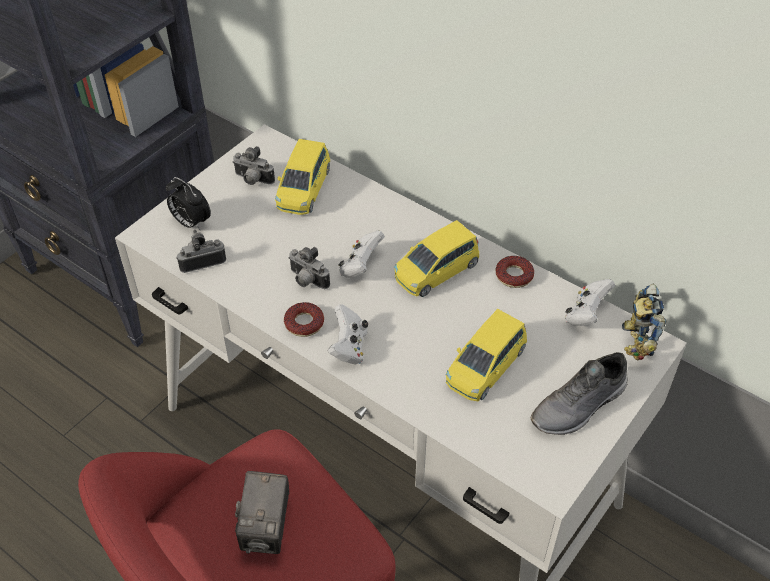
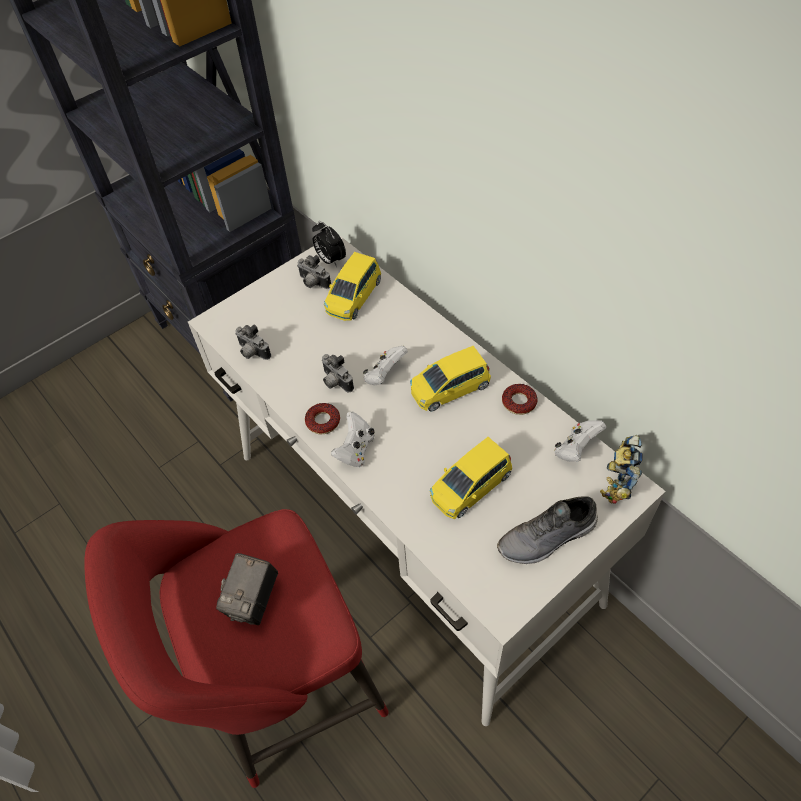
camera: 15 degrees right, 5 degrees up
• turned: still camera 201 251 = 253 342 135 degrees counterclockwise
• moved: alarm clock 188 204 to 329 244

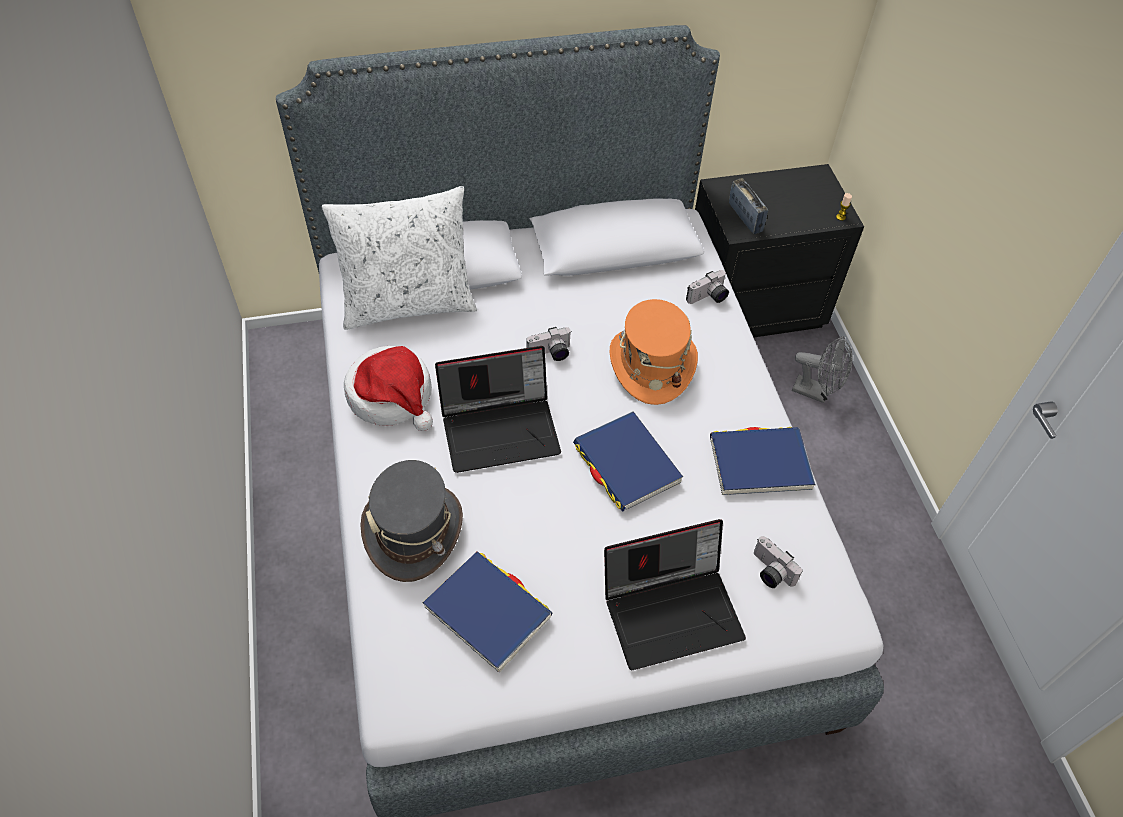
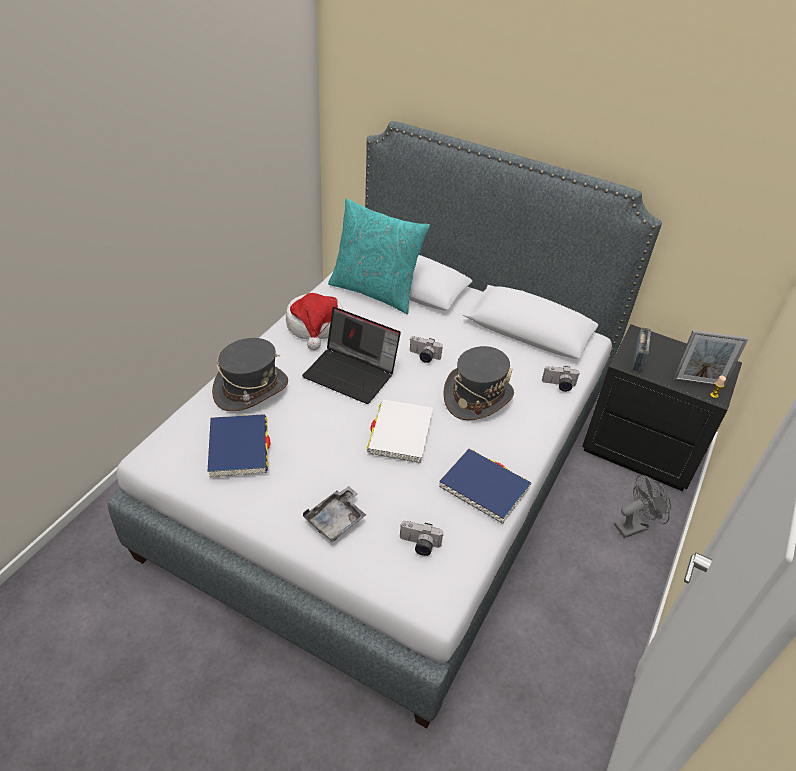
camera: 40 degrees right, 10 degrees down
• replaced: laptop 675 595 to greyish carrying tray 334 514
• recoloured: whitish pillow 399 258 to blue-green pillow 379 256
• recoloured: blue bound book 628 461 to whitish bound book 400 432
• turned: still camera 778 562 = 422 538 75 degrees counterclockwise
• recoloured: orangey wearable hat 654 352 to greyish wearable hat 478 383
• turned: greyish fan 822 369 = 642 506 90 degrees counterclockwise
• added: picture frame 710 358

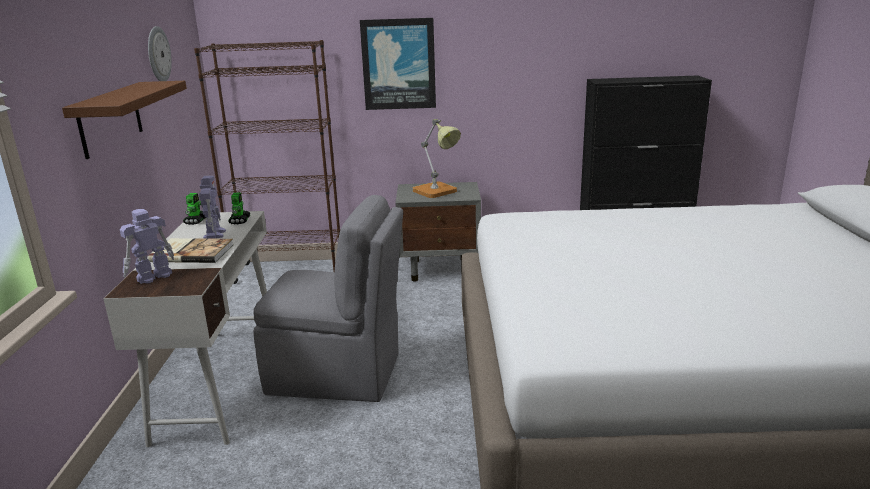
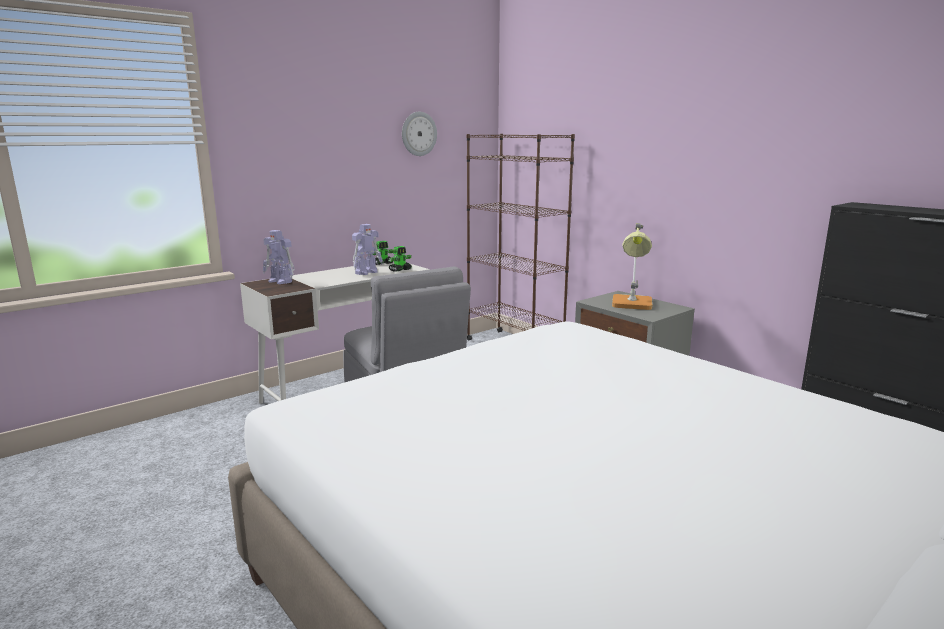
camera: 50 degrees right, 5 degrees down
• turned: model robot 147 246 = 279 257 150 degrees counterclockwise
• removed: brown shelf 124 120
• removed: bound book 190 250
• removed: wall picture 398 64

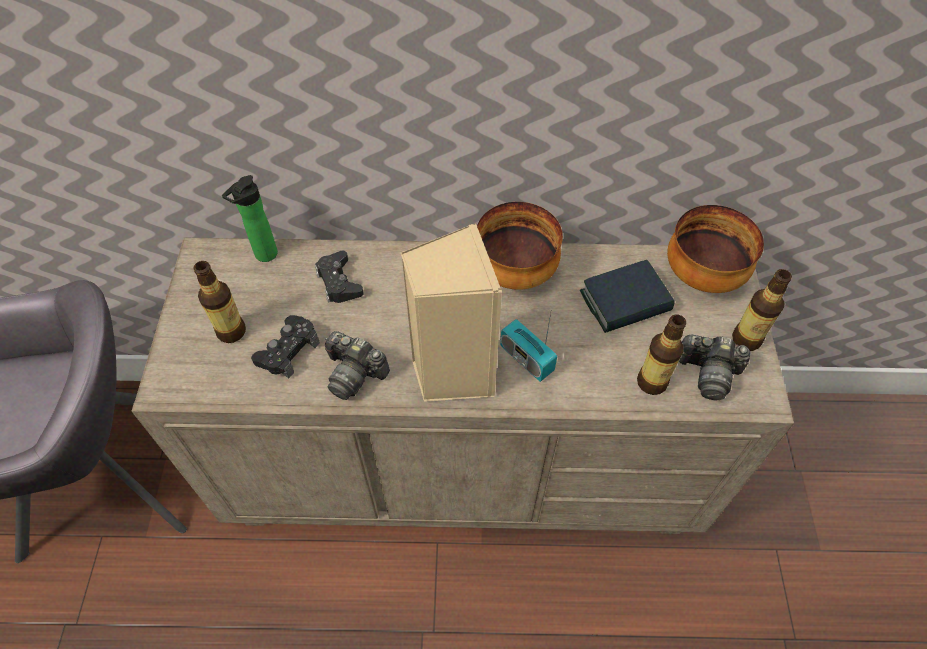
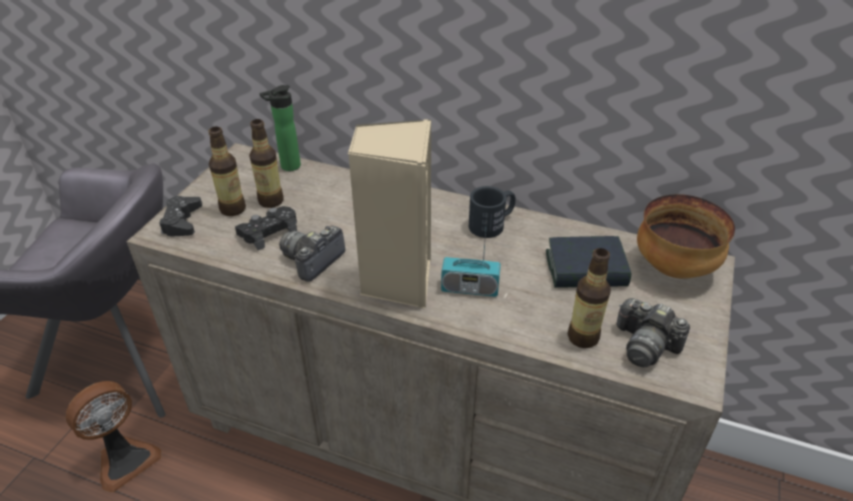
camera: 20 degrees right, 15 degrees down
• added: fan 113 436
• moved: blackish gamepad 339 276 to 180 216
• moved: drink bottle 762 310 to 266 163
• turned: still camera 357 365 = 312 254 75 degrees clockwise
• turned: radio receiver 528 347 = 471 257 60 degrees counterclockwise
• replaced: deep dish 520 246 to blackish coffee mug 492 212

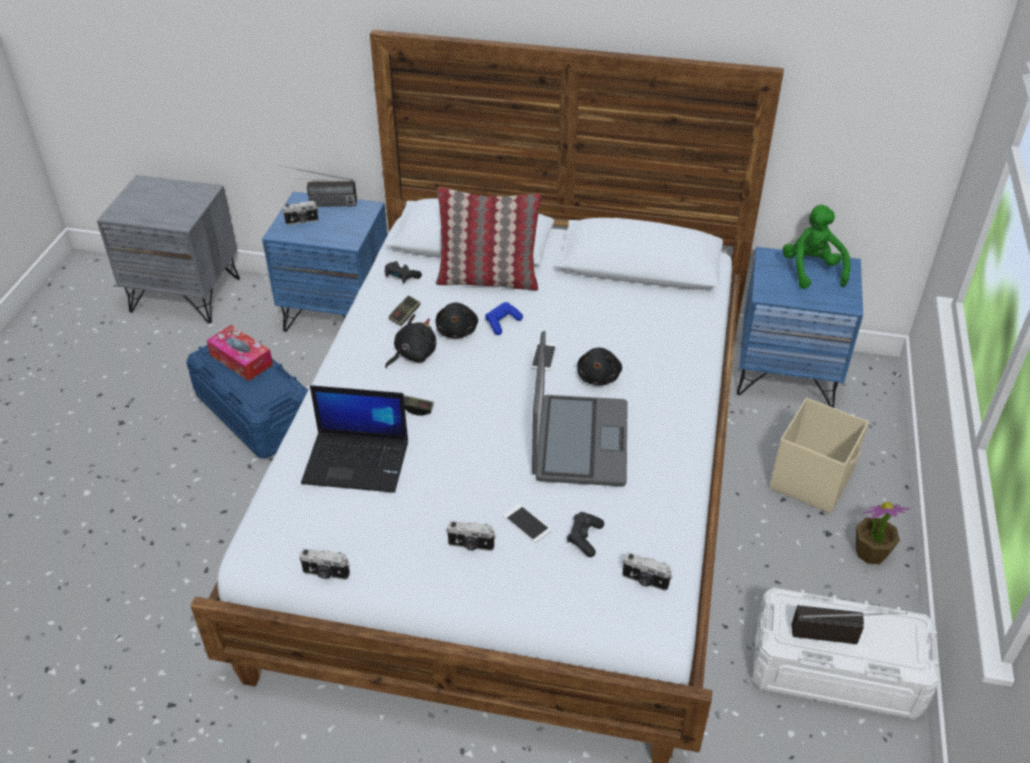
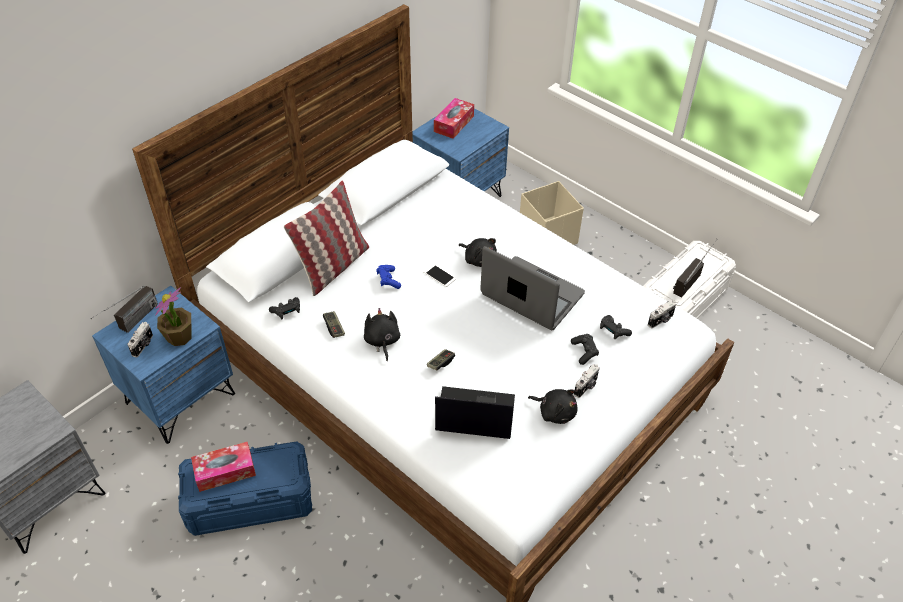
camera: 60 degrees left, 5 degrees up
• moved: plant in a pot 883 533 to 173 316
• replaced: green plush toy 816 247 to tissue holder 454 118
• turned: laptop 354 439 = 475 412 120 degrees counterclockwise
• moved: blackish plush toy 456 320 to 553 406
• replaced: telephone 527 523 to blackish gamepad 585 349
• removed: still camera 324 564

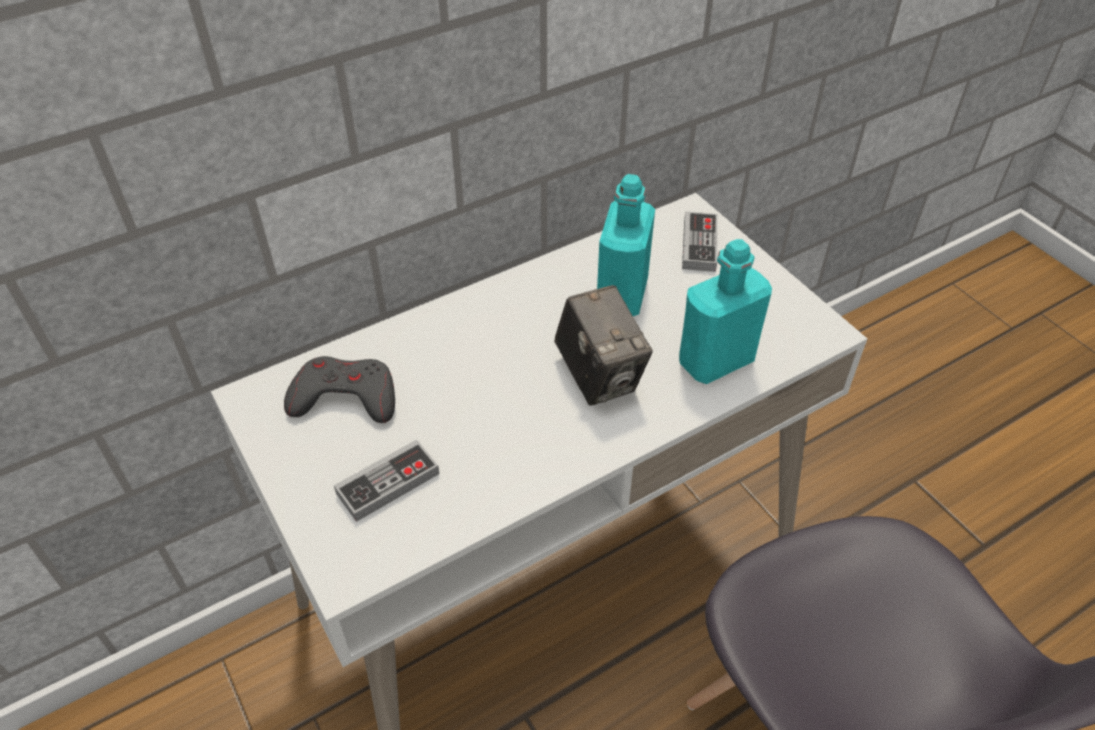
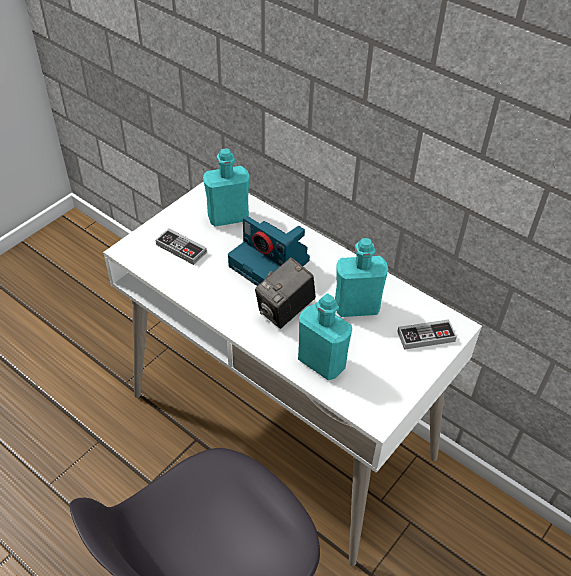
camera: 70 degrees right, 0 degrees up
• replaced: greyish gamepad 339 389 to blue-green drink bottle 226 187
• added: still camera 269 251

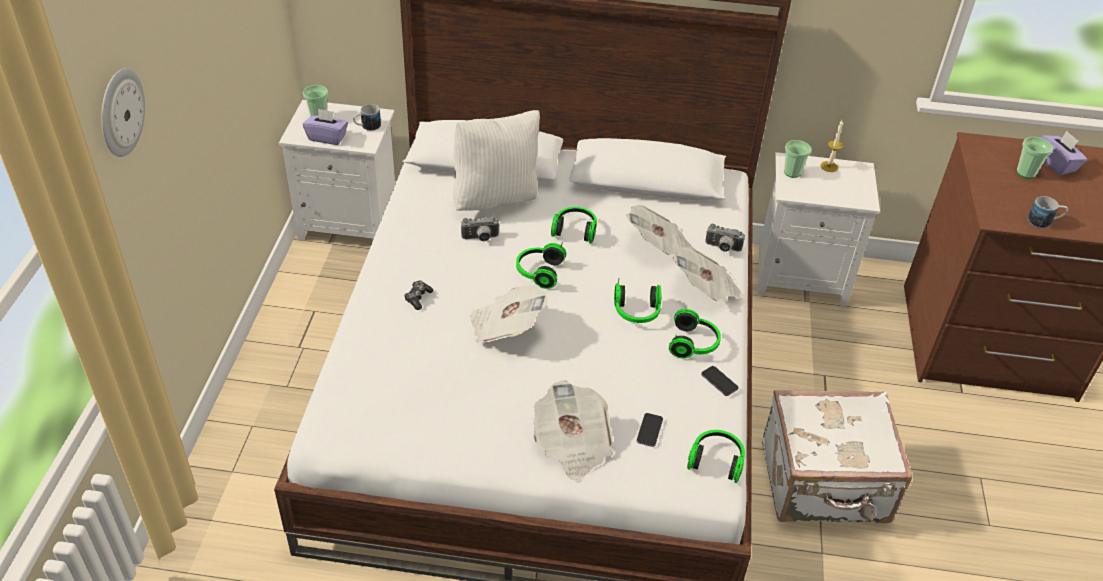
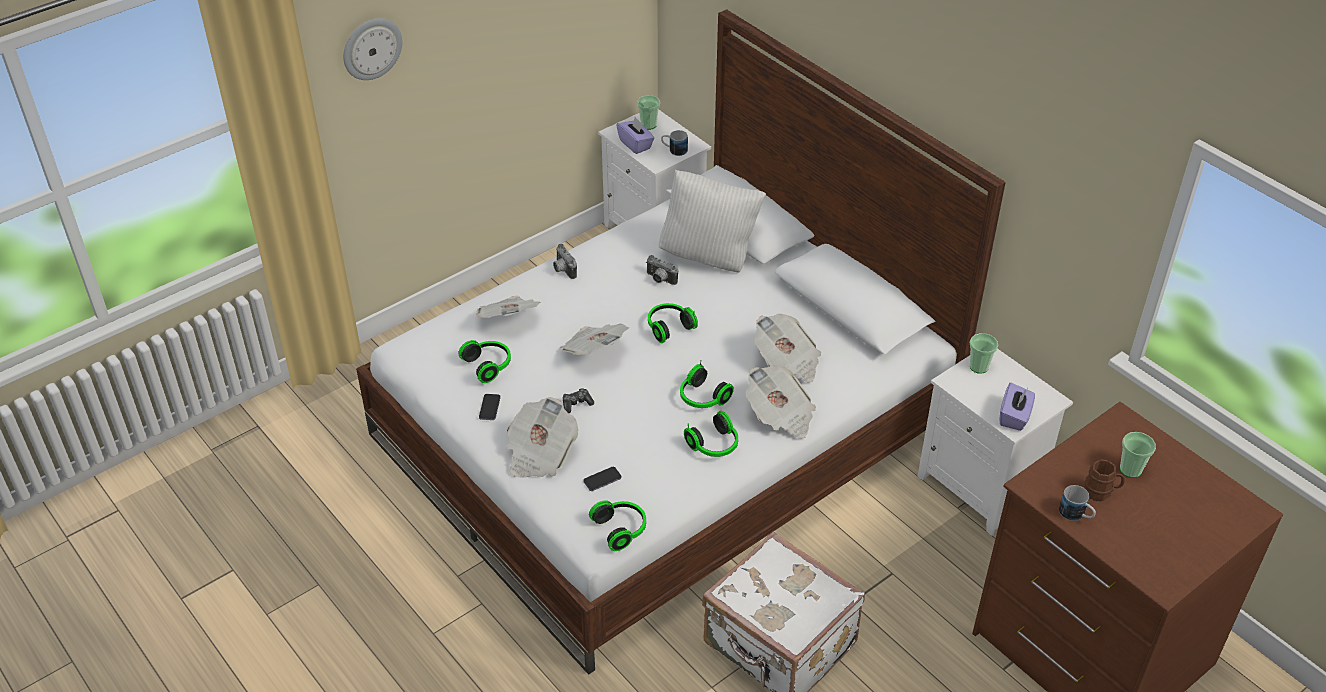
camera: 45 degrees right, 0 degrees up
• moved: headphones 574 225 to 484 361
• added: printed paper 508 307
• moved: telephone 720 381 to 490 407
• moved: still camera 725 238 to 565 261
• moved: gamepad 418 295 to 578 400
• moved: purple tissue holder 1063 153 to 1017 407
• added: brown coffee mug 1104 480
• removed: candle 832 146

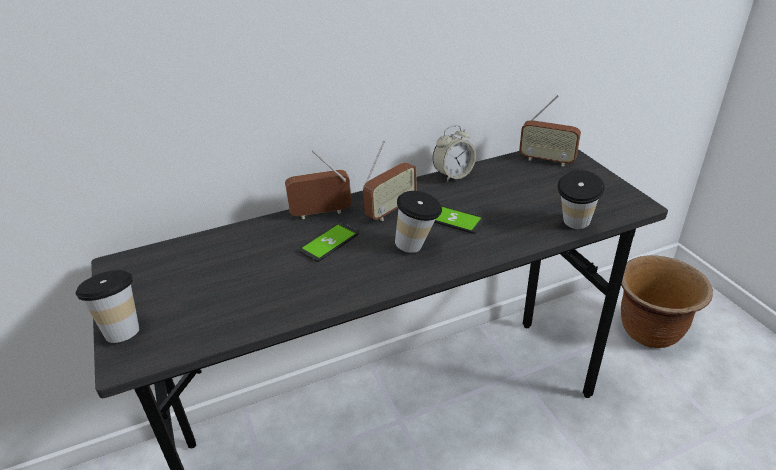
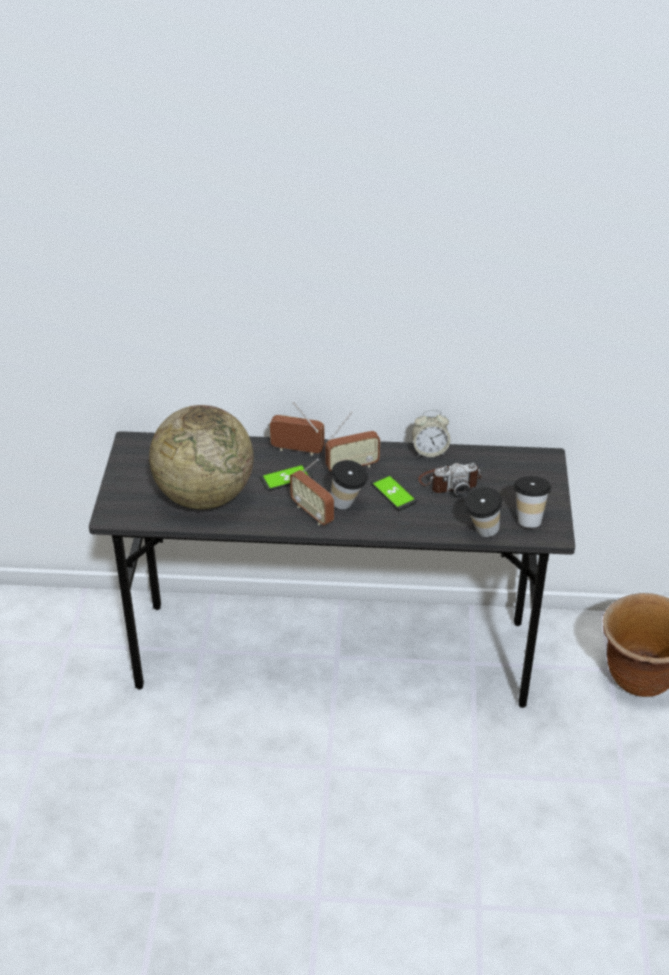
camera: 25 degrees right, 5 degrees up
• added: world globe 201 457
• moved: radio receiver 550 130 to 312 492
• added: still camera 450 479
• moved: cup 107 306 to 533 502

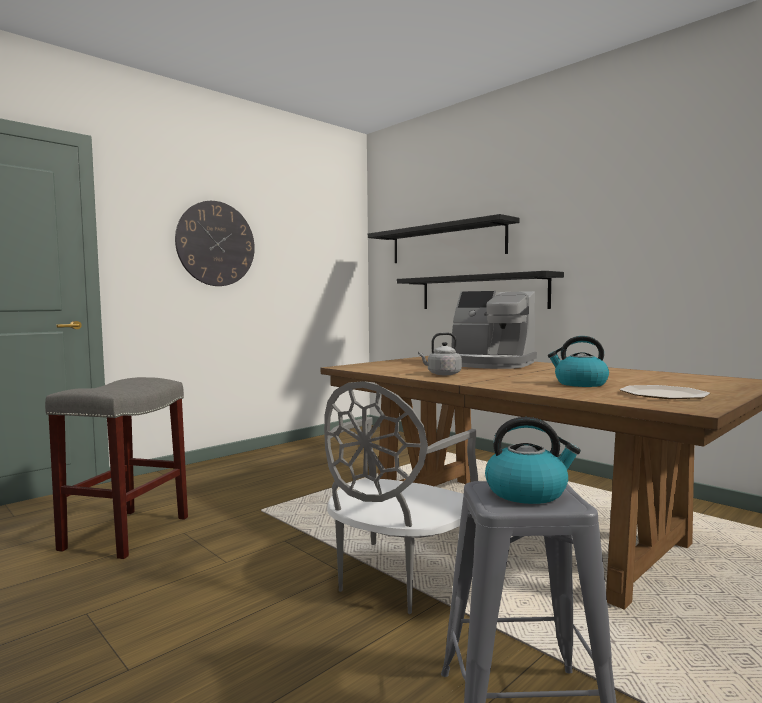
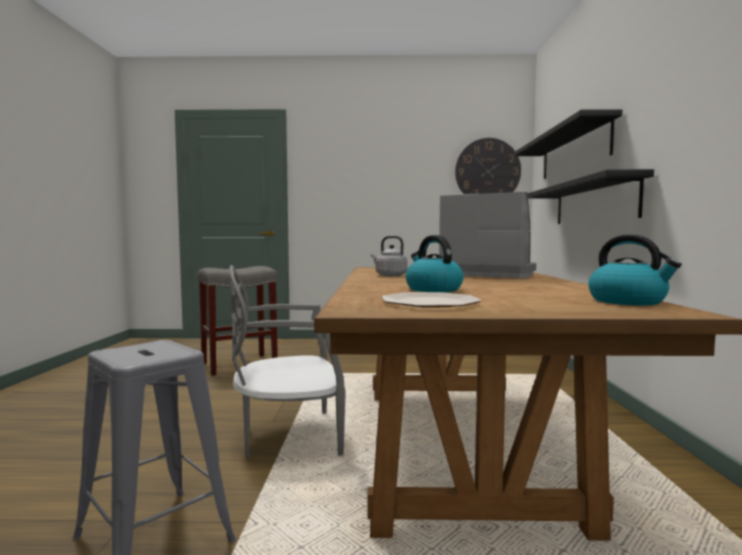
camera: 45 degrees right, 0 degrees up
• turned: coffee brewer 494 330 = 487 235 135 degrees clockwise
• moved: hanging clock 215 243 to 488 166
• moved: kettle 533 460 to 635 270

